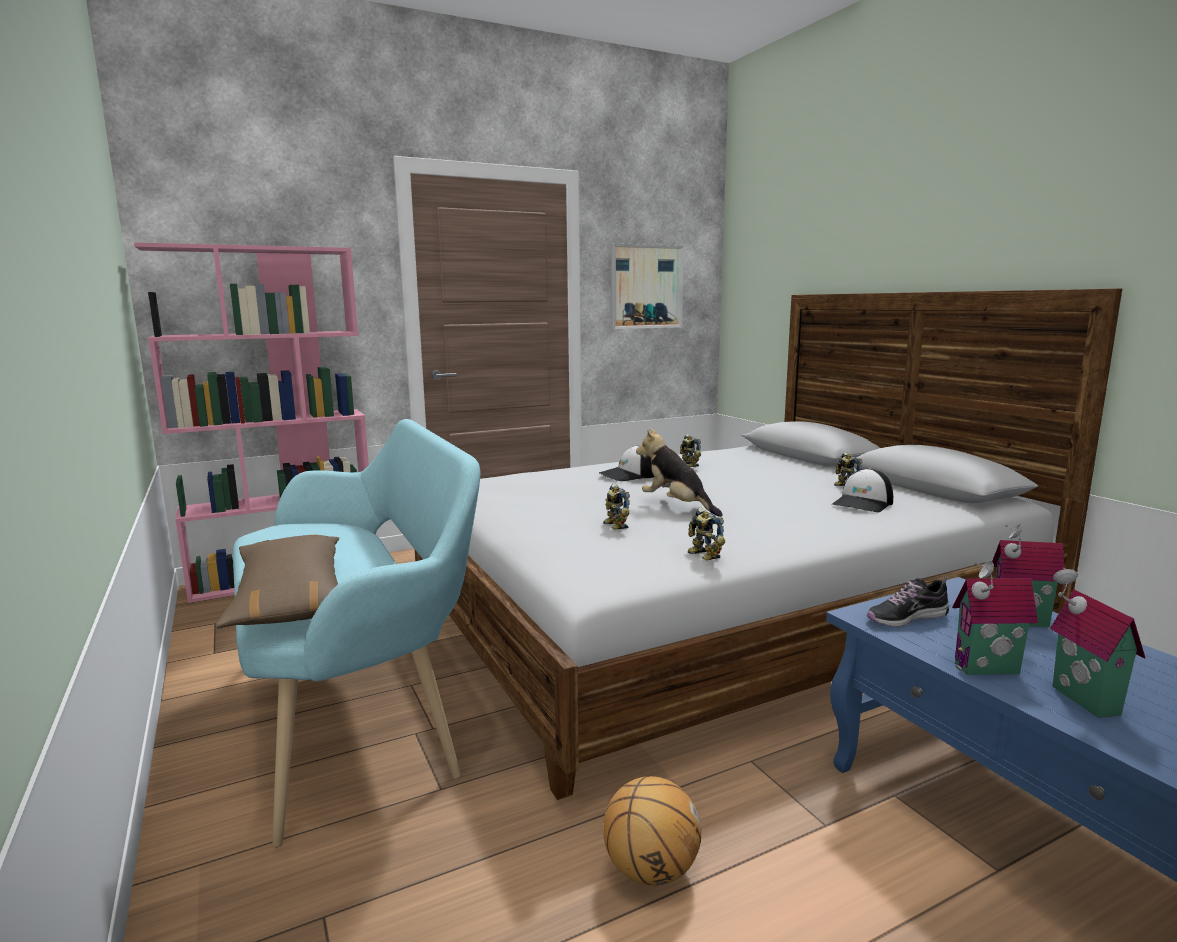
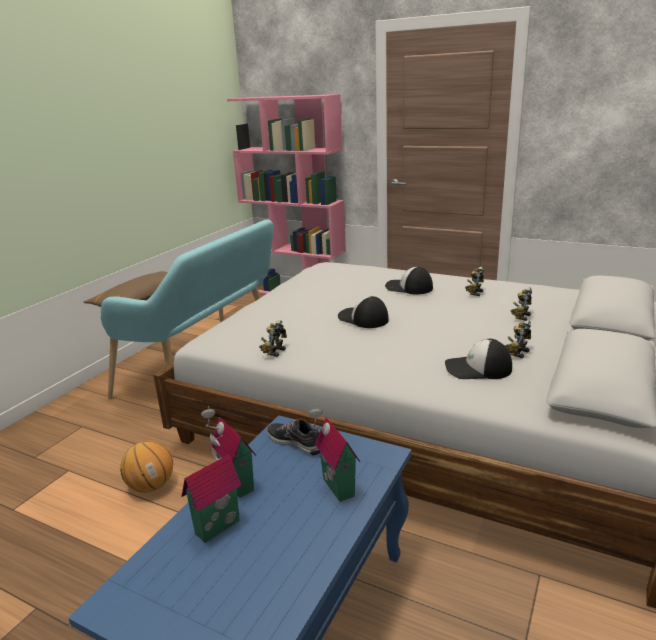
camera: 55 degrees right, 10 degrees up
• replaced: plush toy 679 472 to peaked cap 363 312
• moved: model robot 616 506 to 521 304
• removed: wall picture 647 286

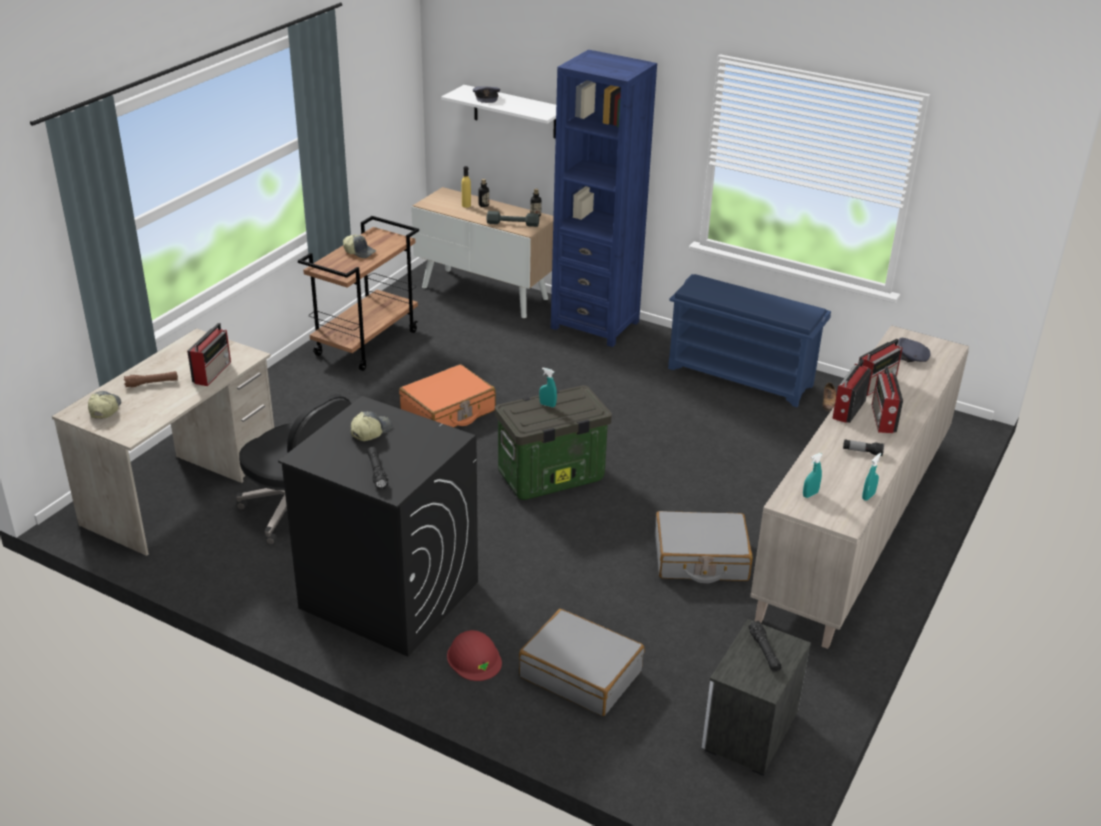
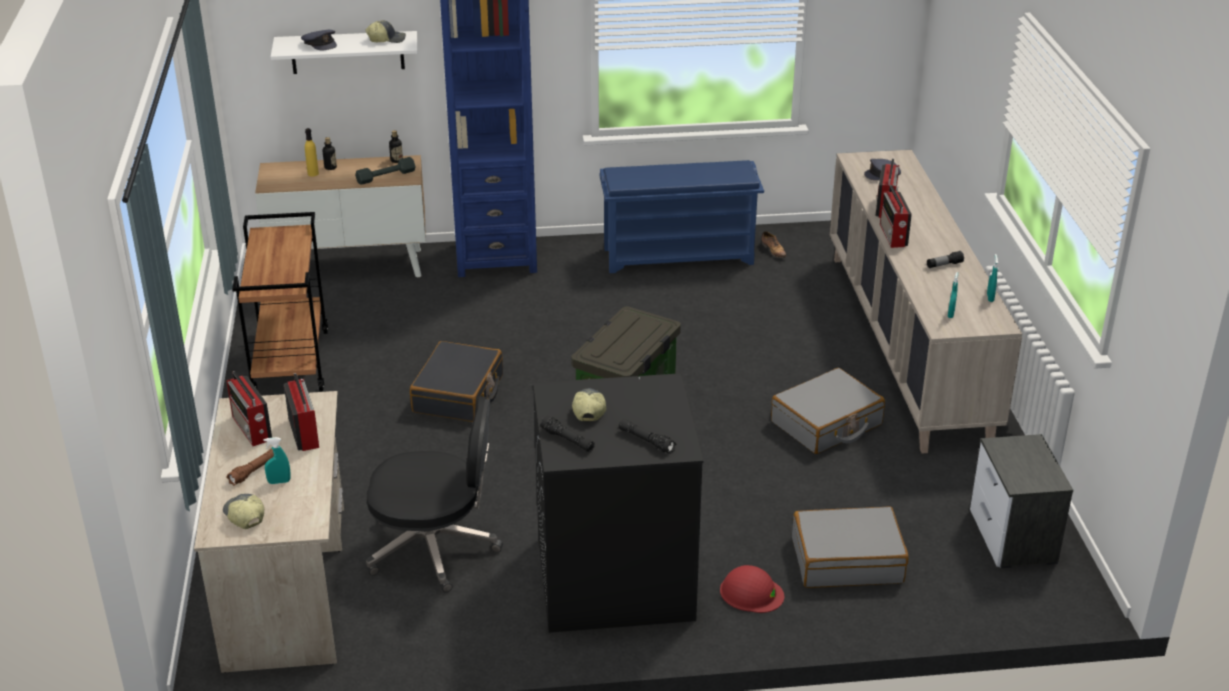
camera: 35 degrees left, 0 degrees up
• moved: radio receiver 887 400 to 249 408
• moved: blue-green spray bottle 548 387 to 277 460
• moved: peaked cap 359 246 to 385 31
• recoloured: orangey travel case 447 395 to blackish travel case 456 381
• moved: blackish flashlight 765 646 to 567 434

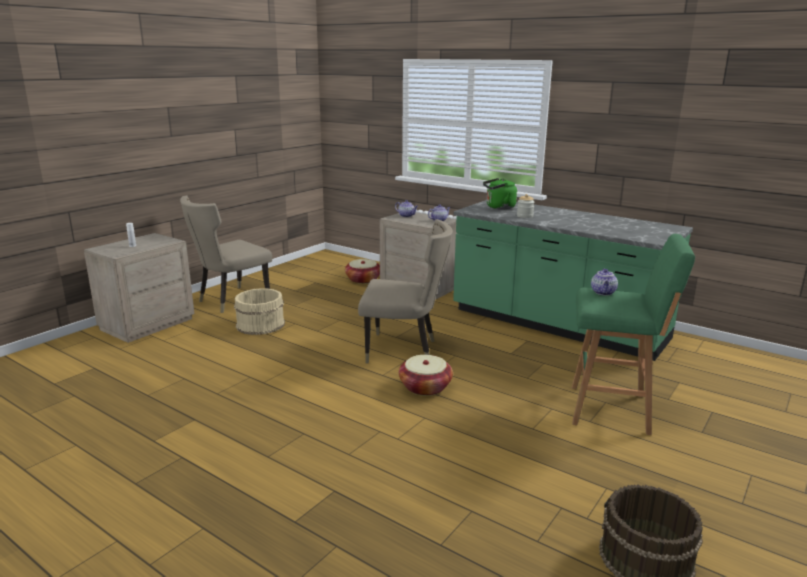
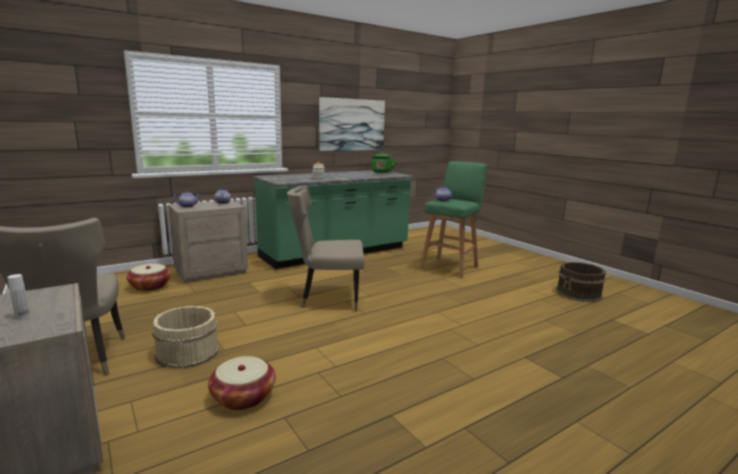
camera: 70 degrees left, 5 degrees down
• moved: household basket 426 375 to 242 383
• turned: beige-coloured chair 405 291 = 326 248 120 degrees counterclockwise
• added: wall picture 352 124
• moved: green kettle 500 193 to 384 162

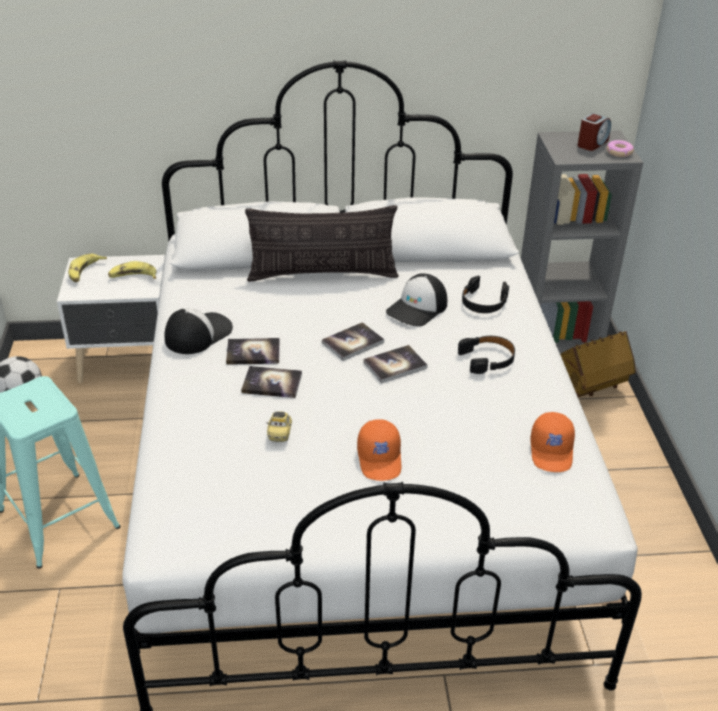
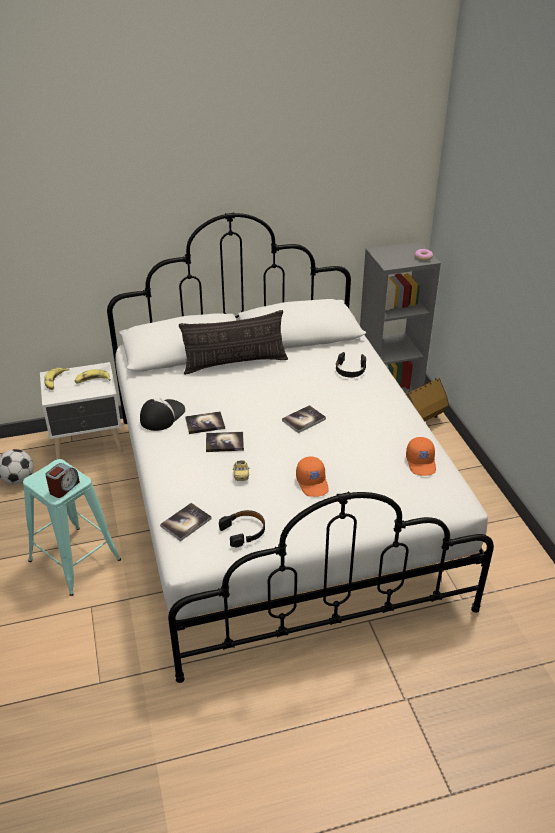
camera: 10 degrees left, 0 degrees up
• moved: alarm clock 594 132 to 62 480
• moved: bound book 353 341 to 186 522
• moved: blackish headphones 486 355 to 242 528
• removed: peaked cap 416 299

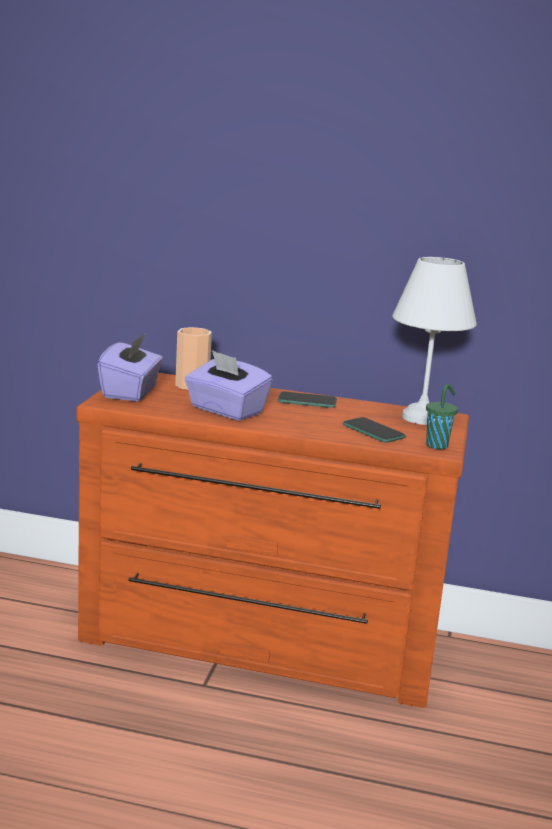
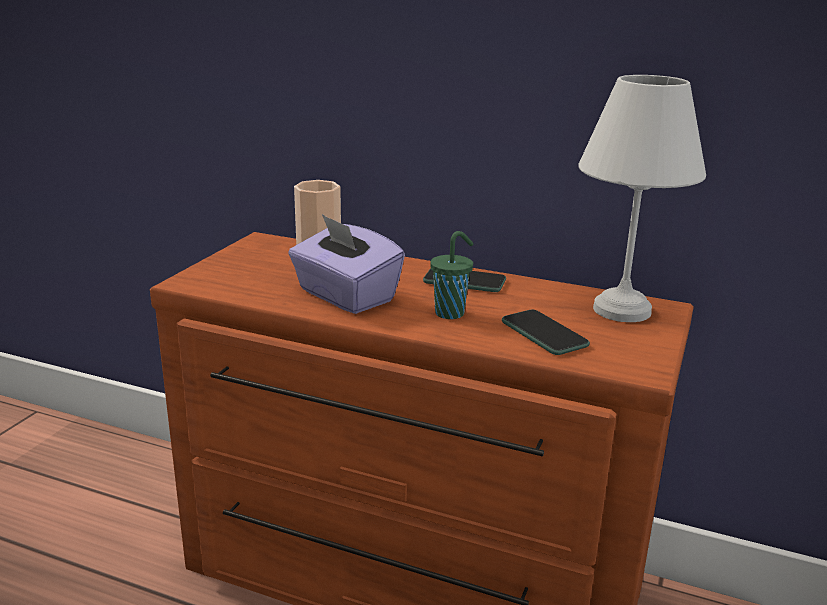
camera: 10 degrees right, 5 degrees up
• moved: green cup 442 416 to 452 275
• removed: purple tissue holder 130 367

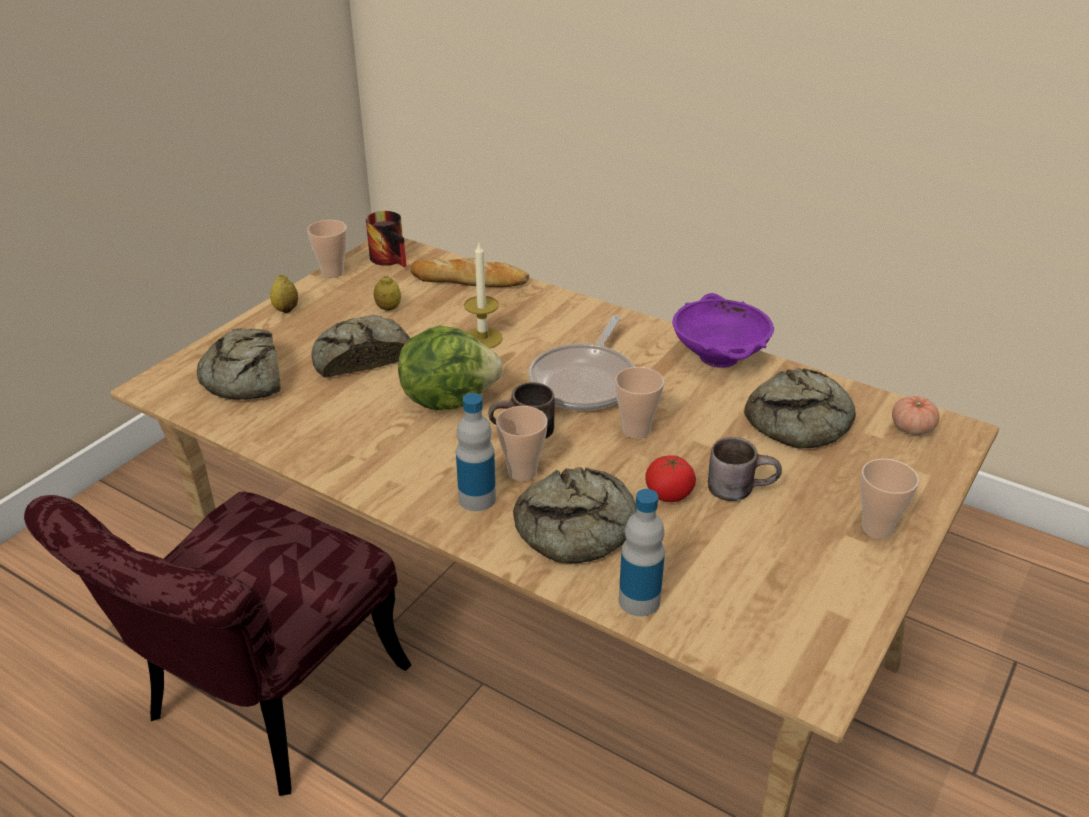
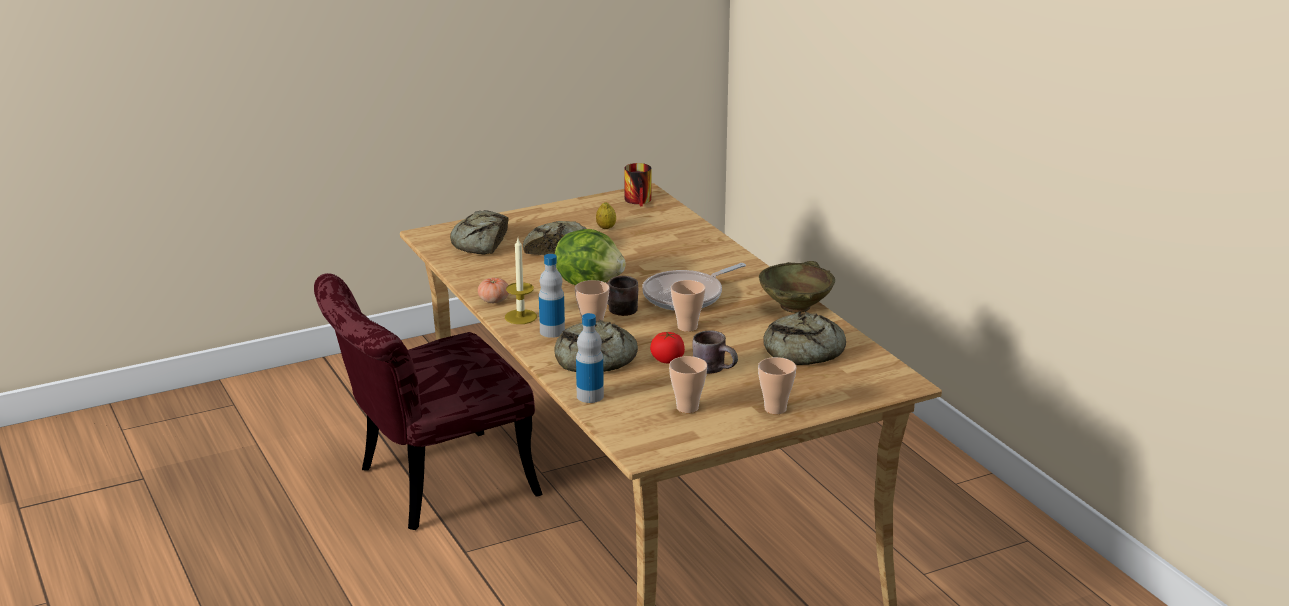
camera: 30 degrees right, 10 degrees down
• moved: whole tomato 916 415 to 493 290
• moved: candle 483 295 to 521 281
• moved: cup 327 249 to 688 384
• recoloured: purple deep dish 723 330 to beige-coloured deep dish 797 287
• removed: lemon 284 293
• removed: baked bread 469 272

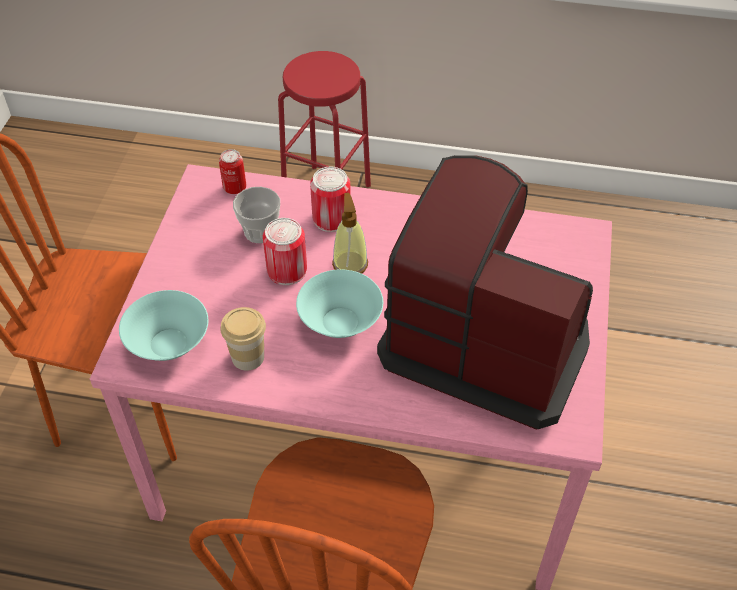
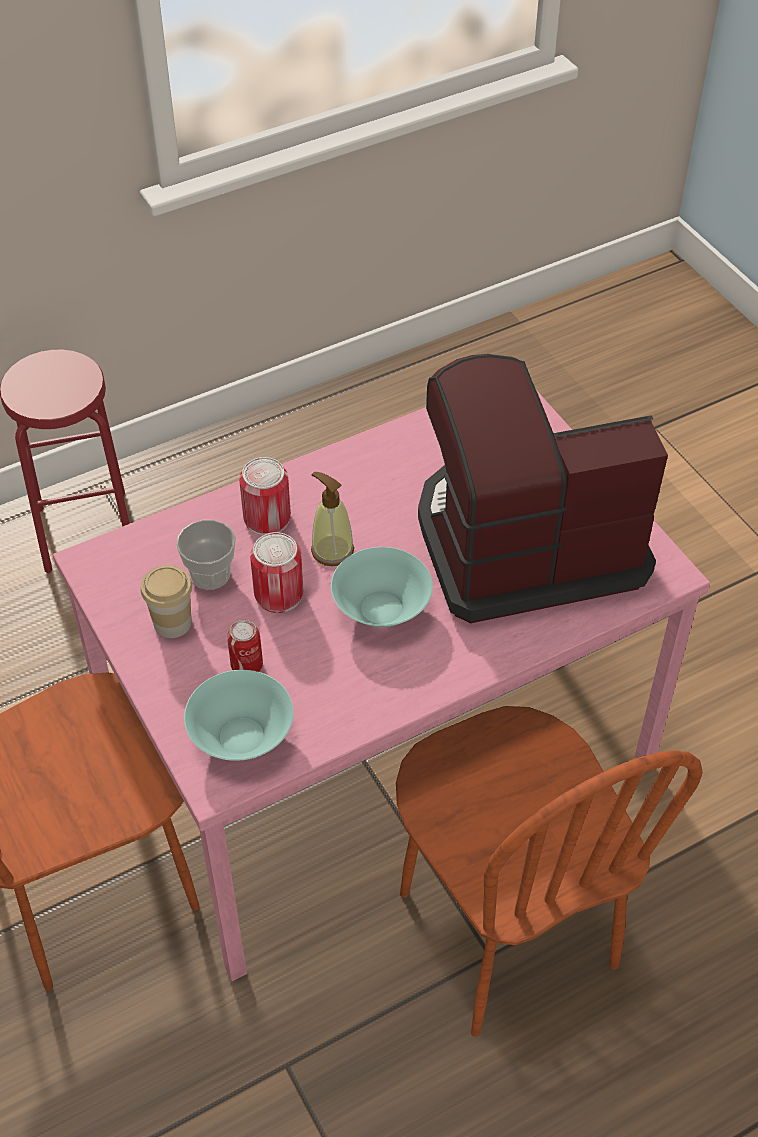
camera: 40 degrees left, 0 degrees up
• moved: cup 243 339 to 166 601
• moved: metal can 232 171 to 245 646

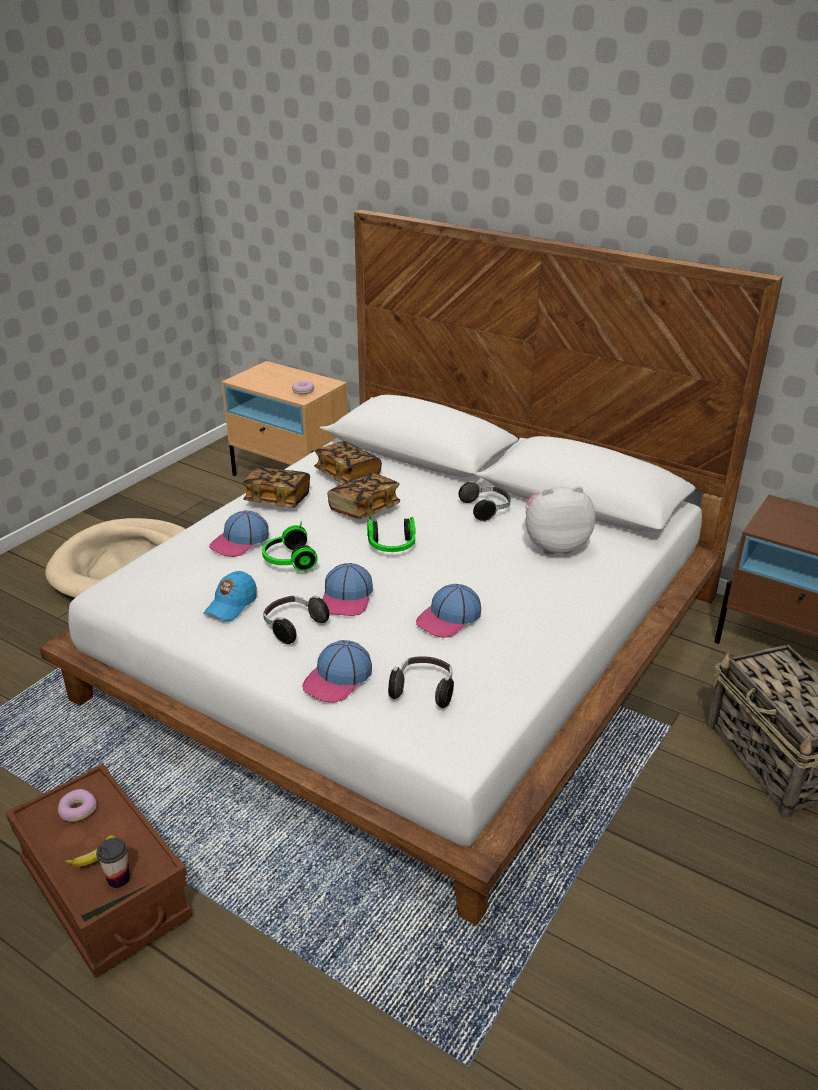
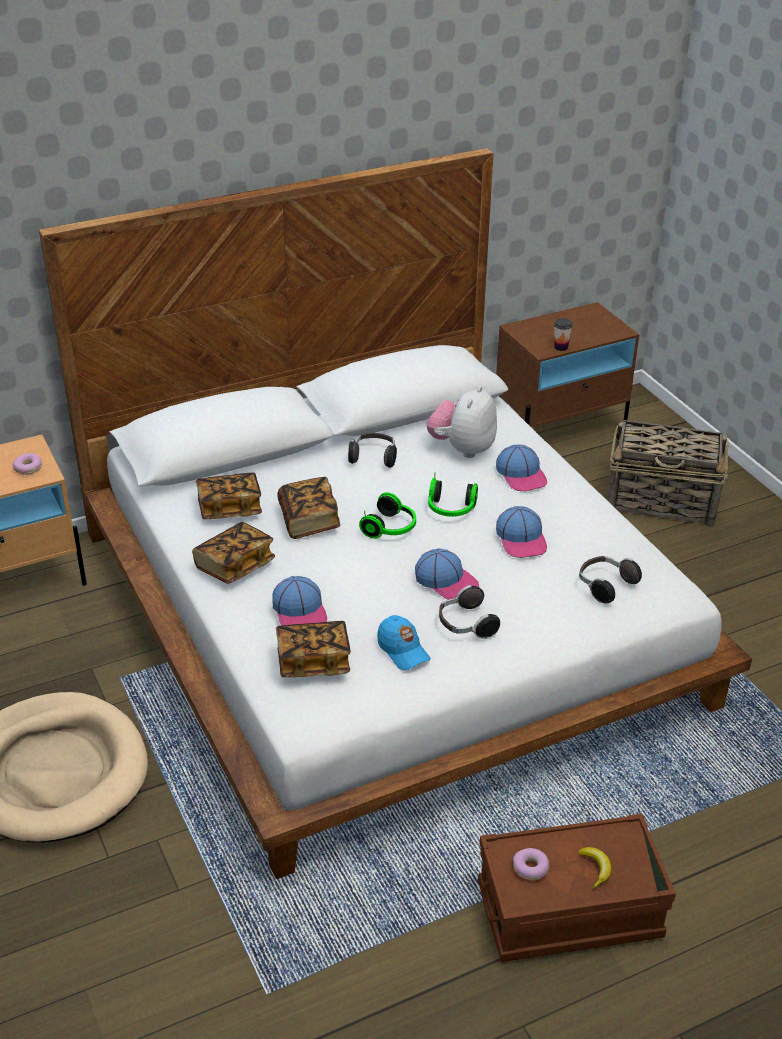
camera: 60 degrees left, 5 degrees up
• added: bound book 313 649
• moved: headphones 290 546 to 453 494
• moved: peaked cap 337 671 to 521 467
• moved: cup 113 863 to 563 334

